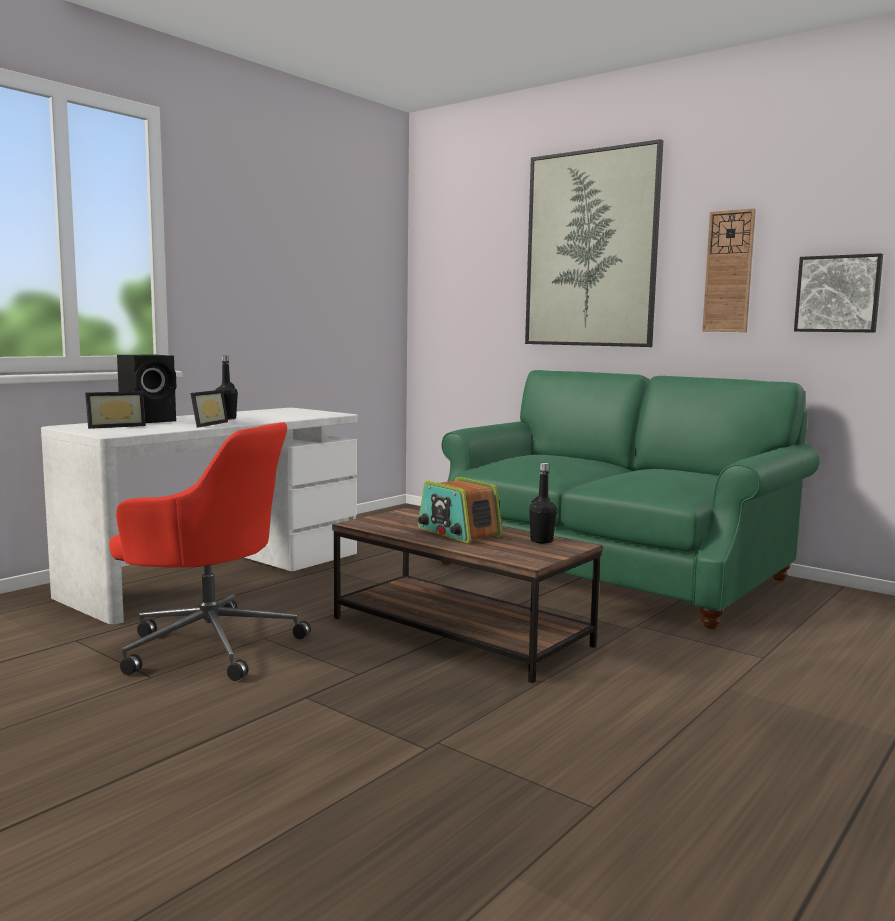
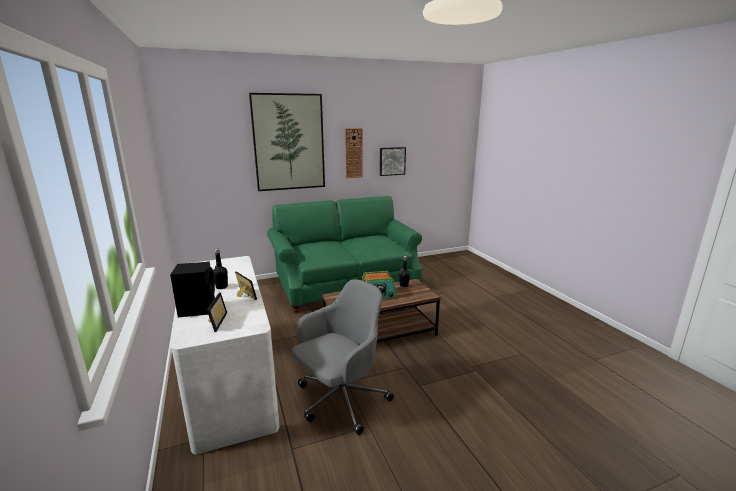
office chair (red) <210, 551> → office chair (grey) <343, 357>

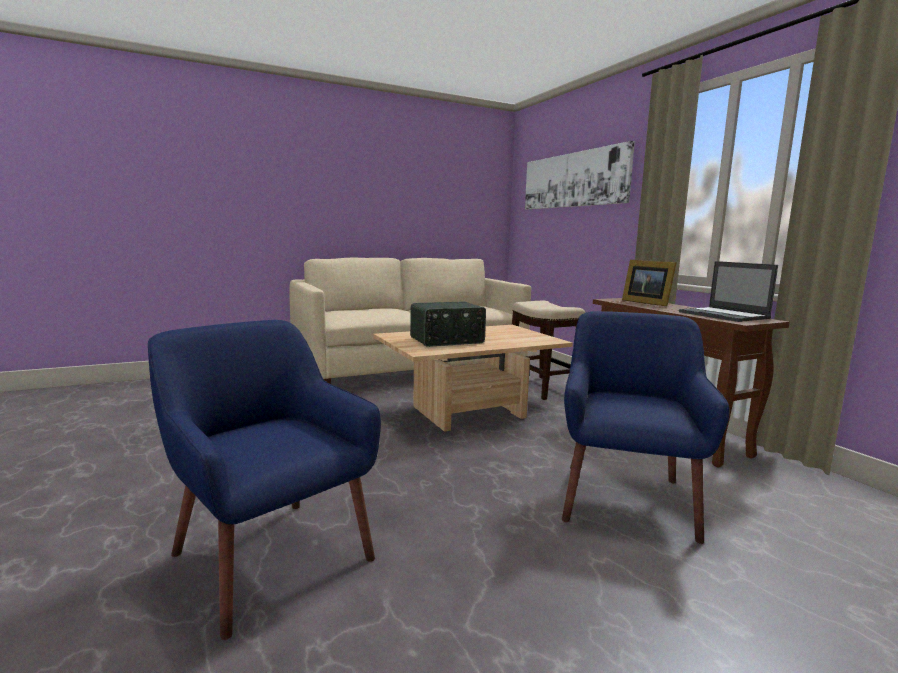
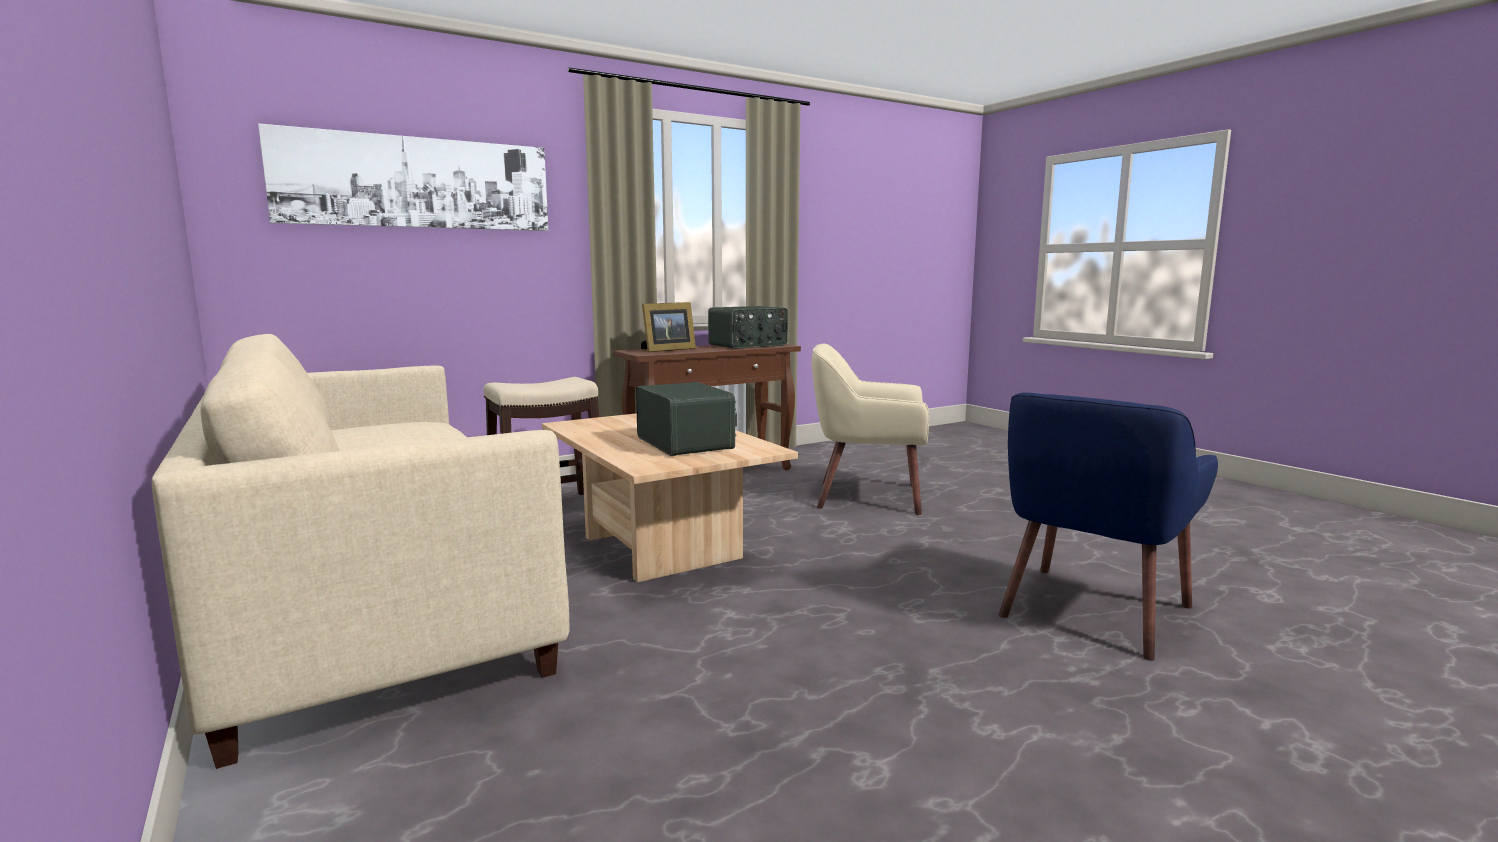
laptop <728, 291> → radio <748, 327>
armchair (blue) <645, 427> → armchair (beige) <870, 429>

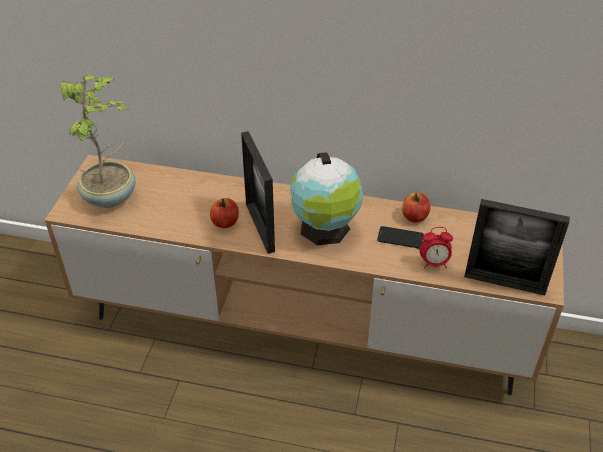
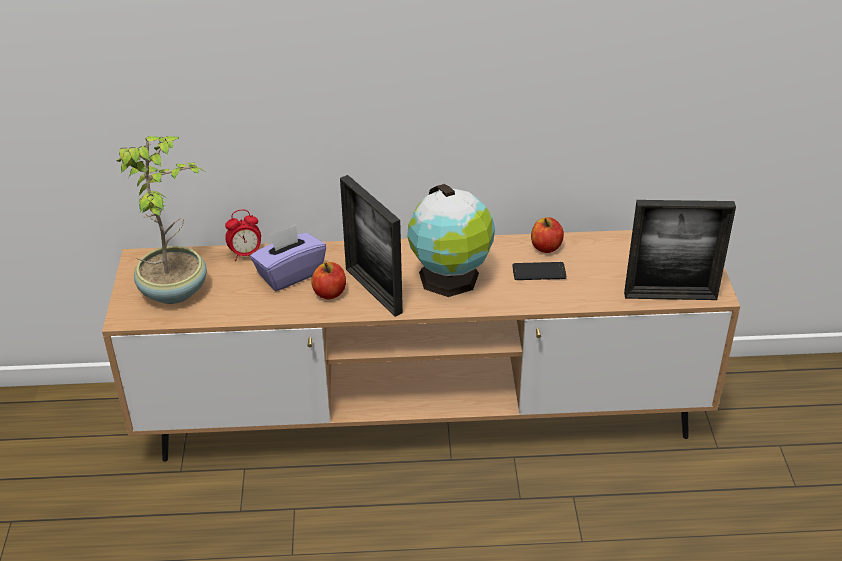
- → tissue box (purple) <288, 258>
alarm clock <436, 248> → alarm clock <243, 235>, shifted

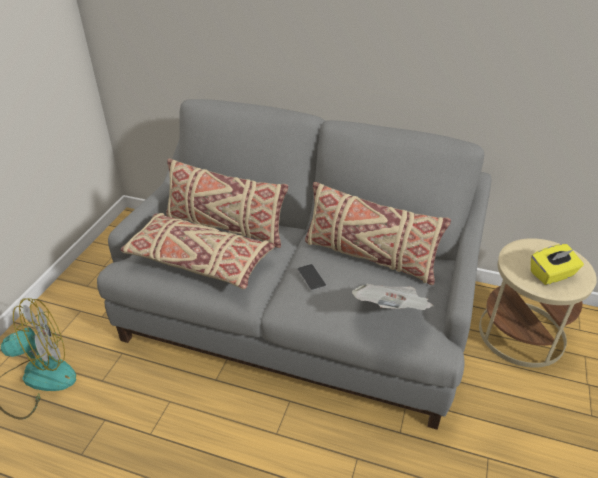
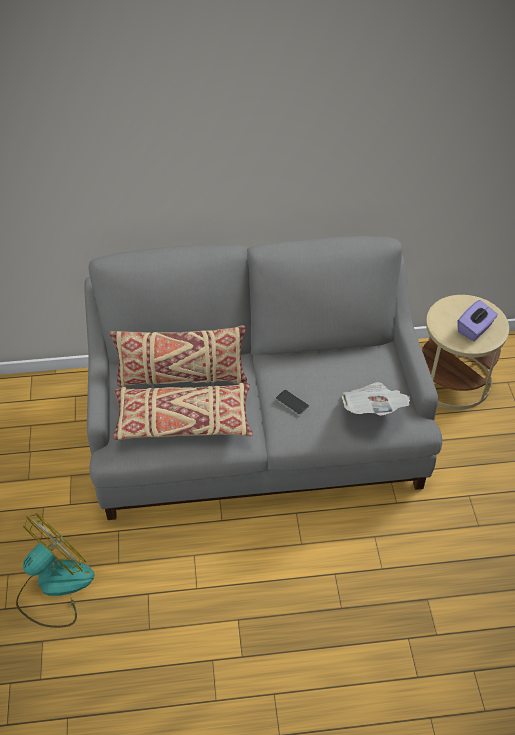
pillow (beige) <378, 233> → -
tissue box (yellow) <557, 264> → tissue box (purple) <478, 320>

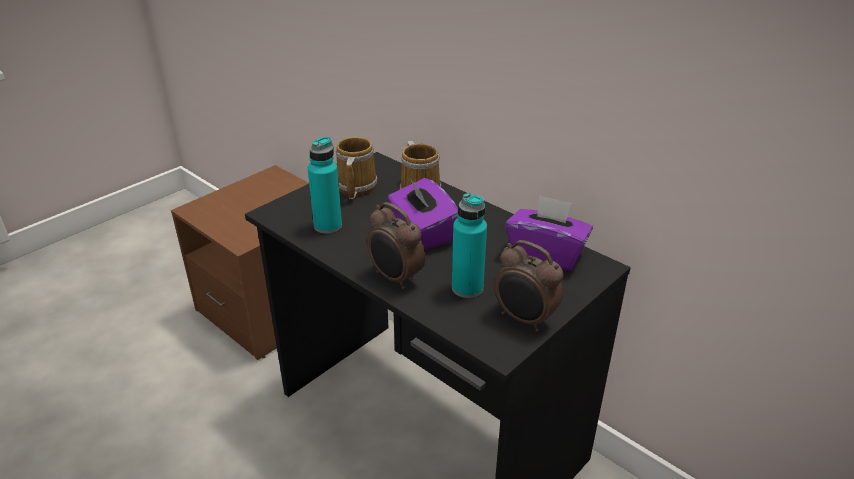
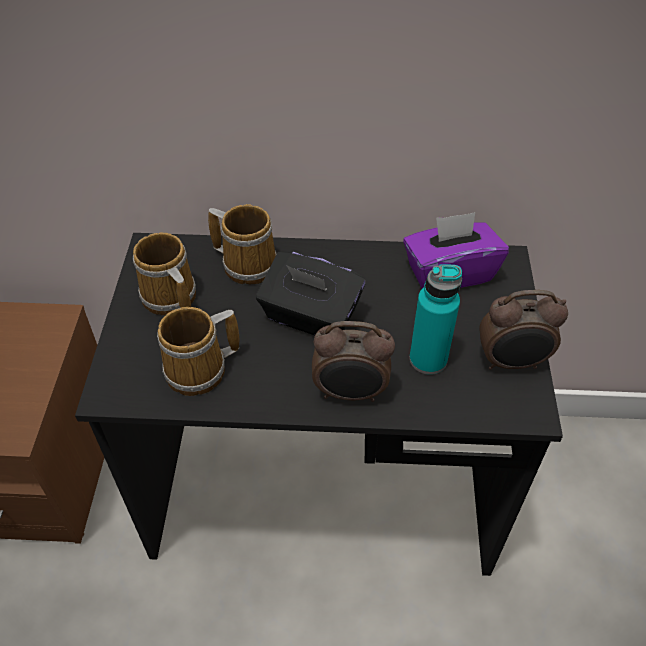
bottle (turquoise) <325, 185> → mug <198, 351>
tissue box (purple) <423, 213> → tissue box (black) <310, 293>

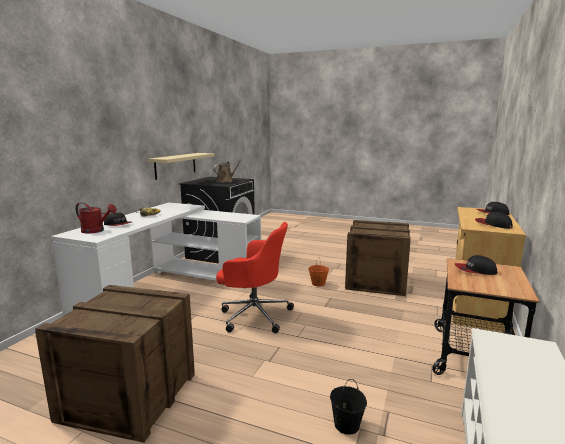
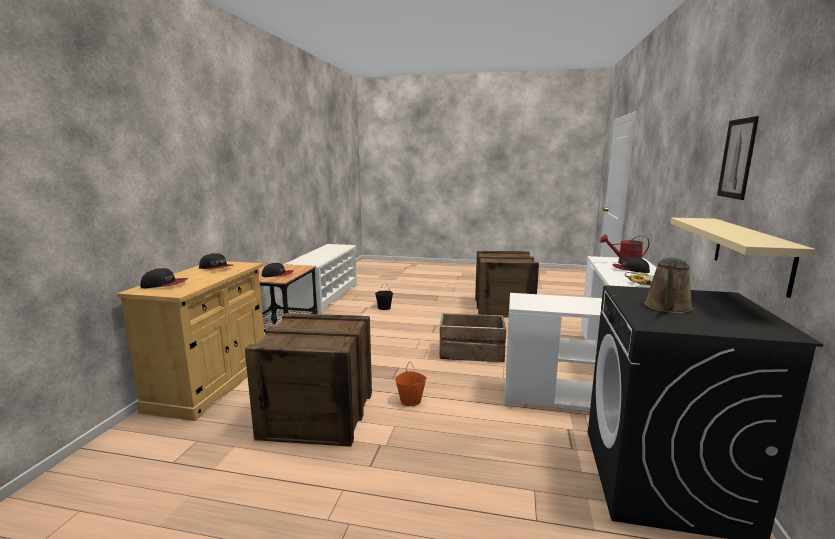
- → picture <738, 158>
office chair (red) <255, 277> → crate <472, 337>

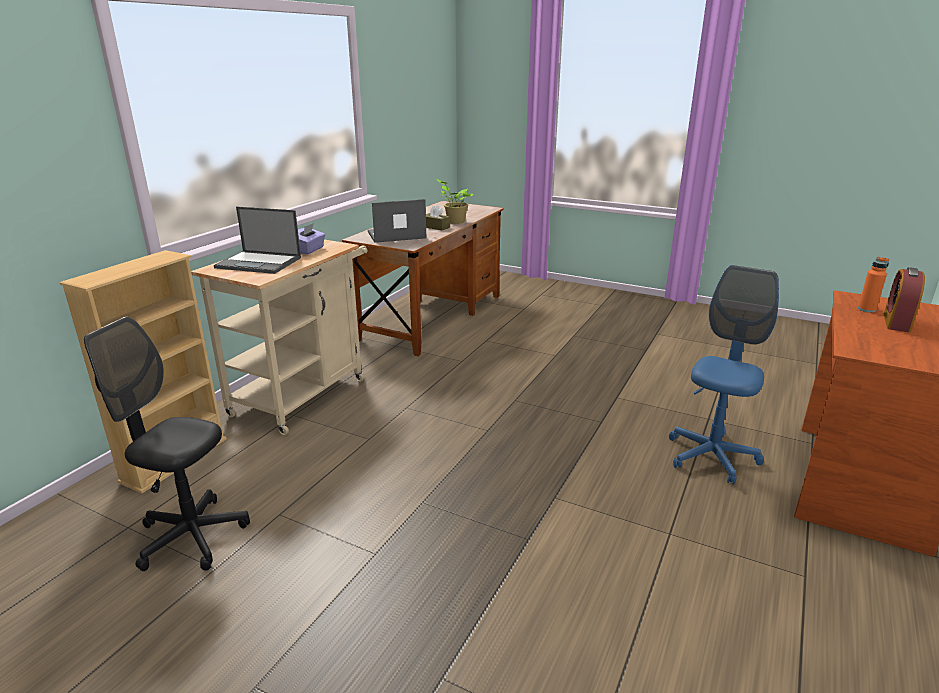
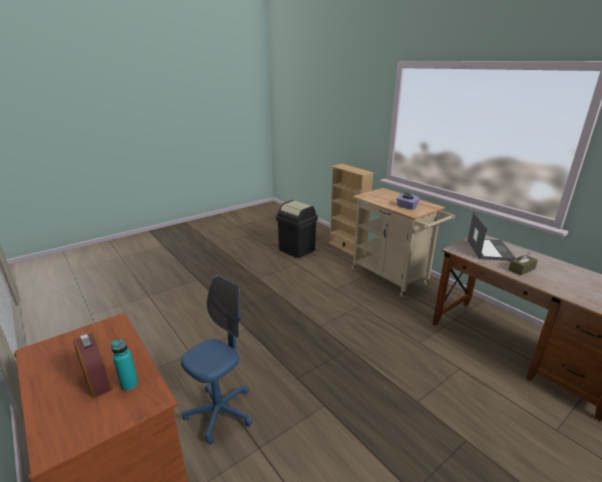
laptop <257, 240> → -
potted plant <455, 201> → -
office chair (black) <167, 444> → trash can (black) <297, 229>
bottle (orange) <873, 284> → bottle (turquoise) <124, 365>
office chair (blue) <724, 374> → office chair (blue) <216, 359>, 105 degrees counterclockwise

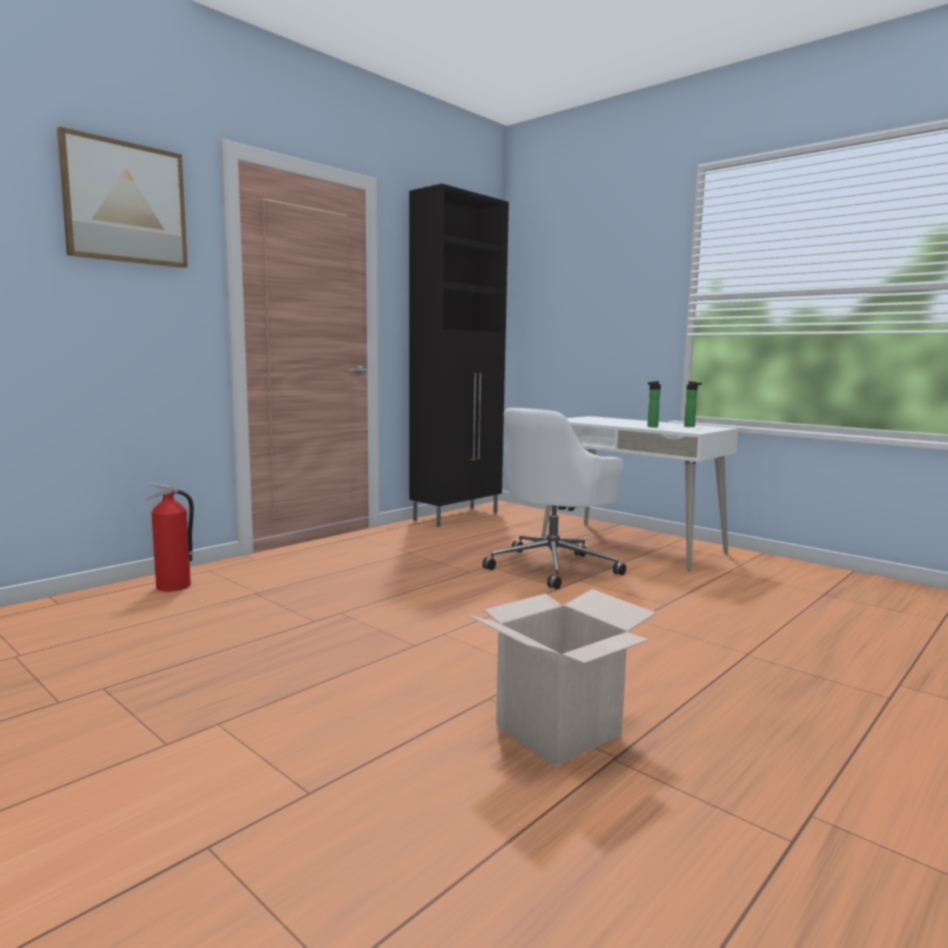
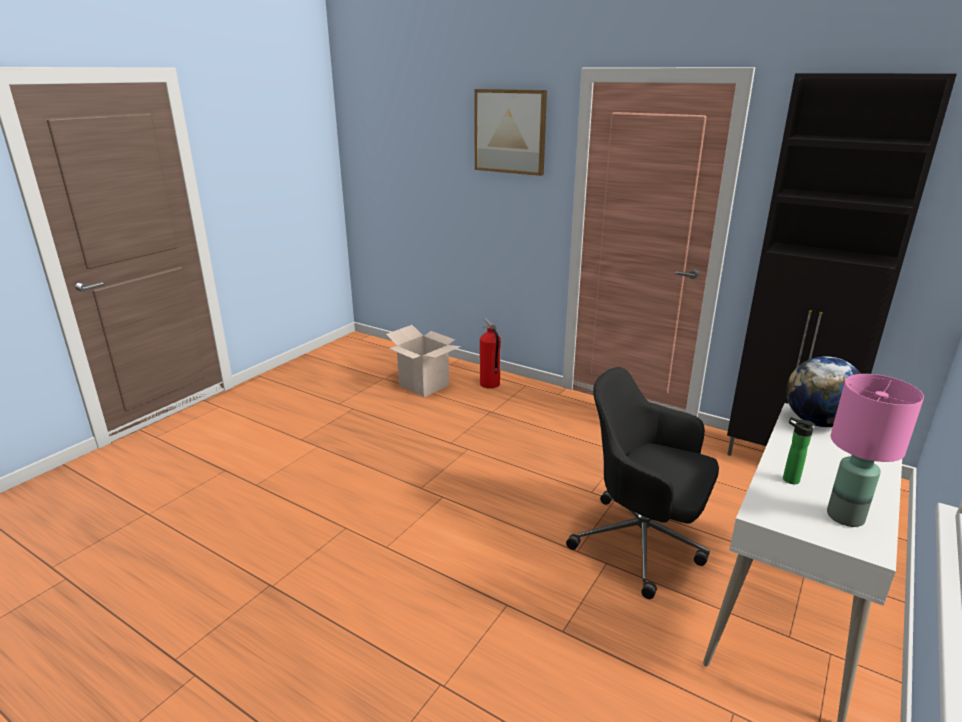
- → globe <823, 391>
cardboard box <561, 678> → cardboard box <423, 361>, shifted
bottle <693, 404> → table lamp (pink) <875, 450>
office chair (white) <554, 498> → office chair (black) <642, 483>

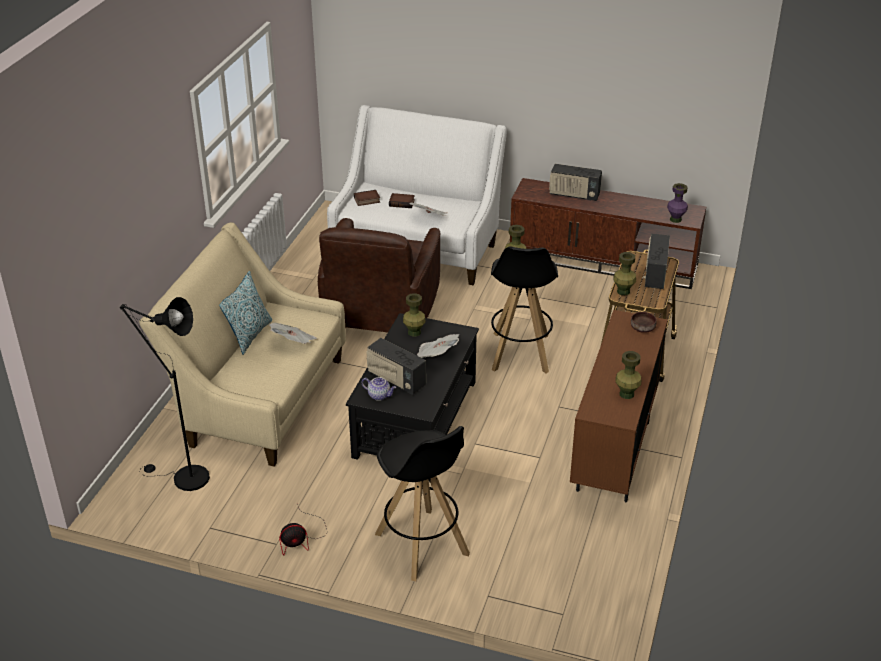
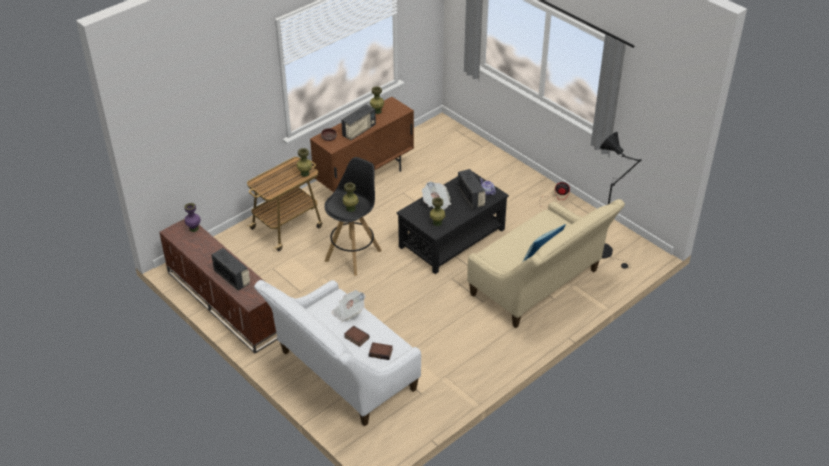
newspaper <293, 333> → -
armchair (brown) <379, 275> → -
stool (black) <422, 503> → -
radio <656, 261> → radio <358, 122>, shifted

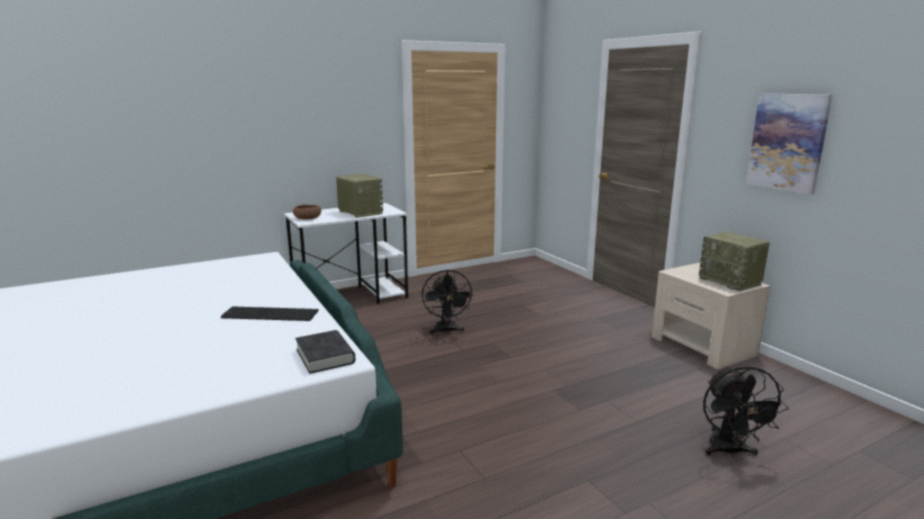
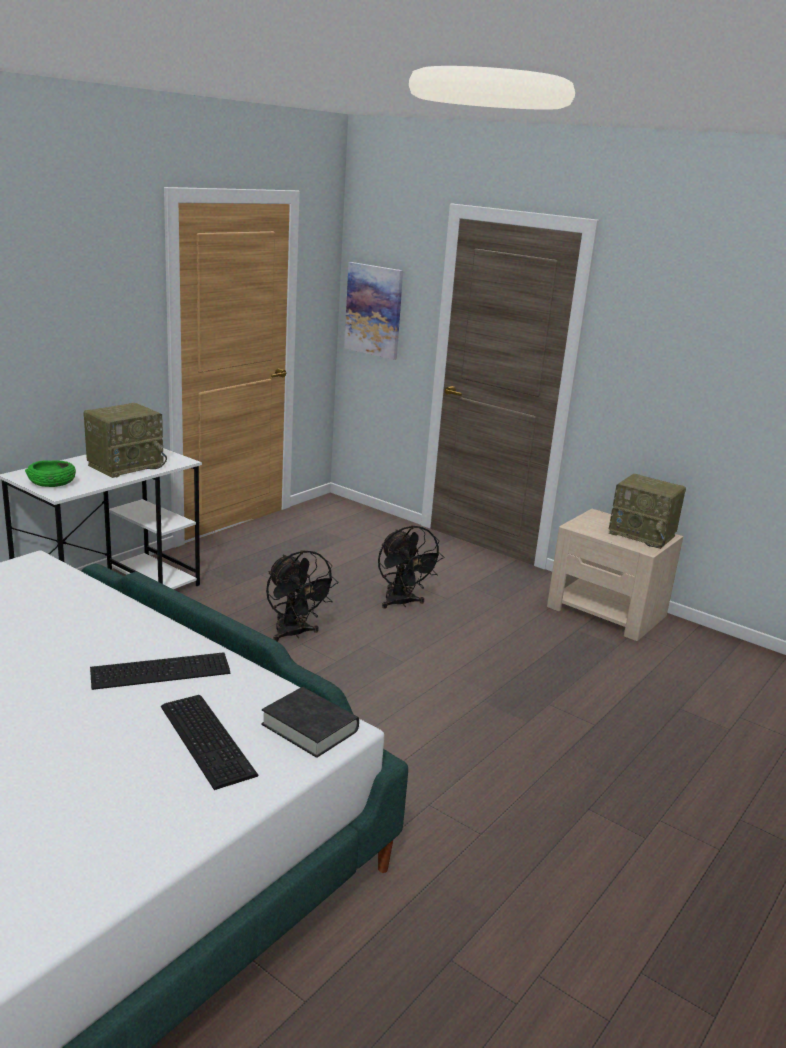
- → keyboard <209, 742>
fan (black) <746, 412> → fan (black) <411, 566>, shifted
picture <789, 144> → picture <373, 311>, shifted
bowl (brown) <307, 212> → bowl (green) <50, 473>
radio <359, 196> → radio <125, 440>, 105 degrees clockwise

